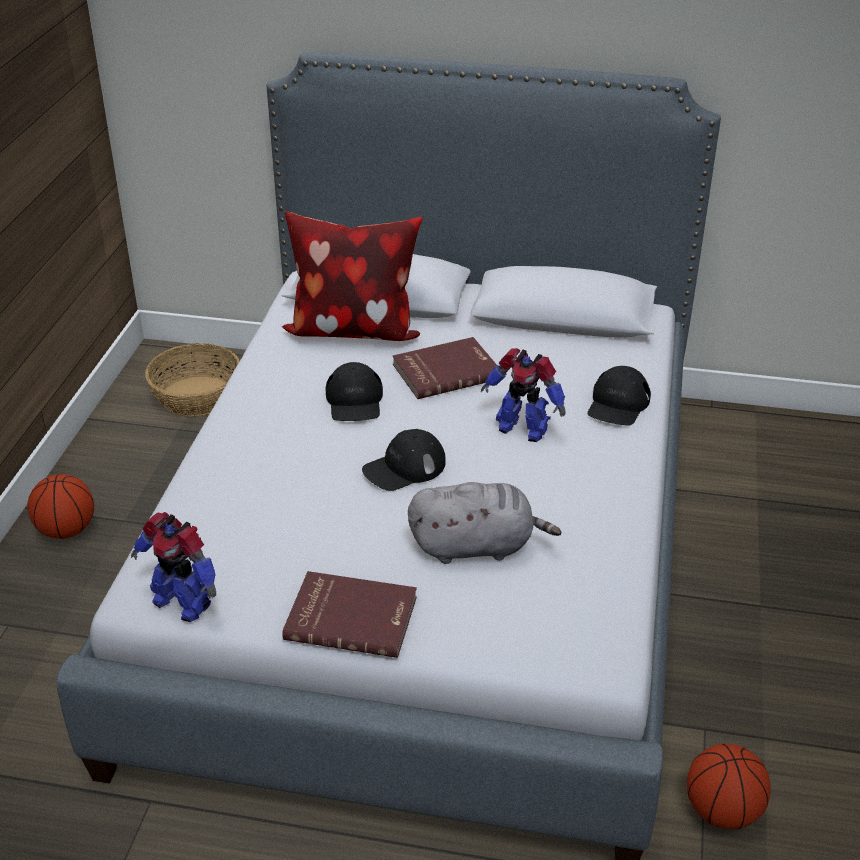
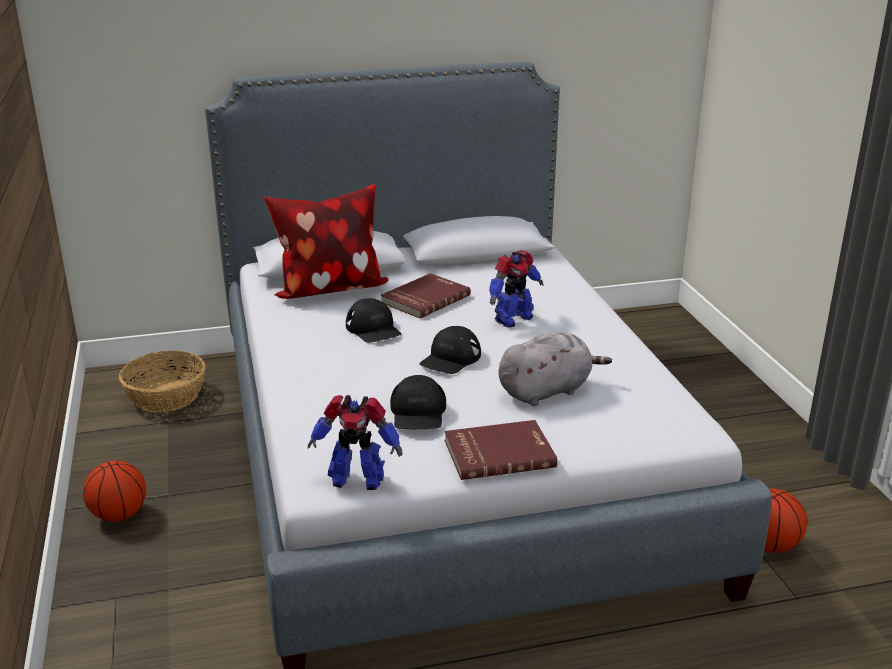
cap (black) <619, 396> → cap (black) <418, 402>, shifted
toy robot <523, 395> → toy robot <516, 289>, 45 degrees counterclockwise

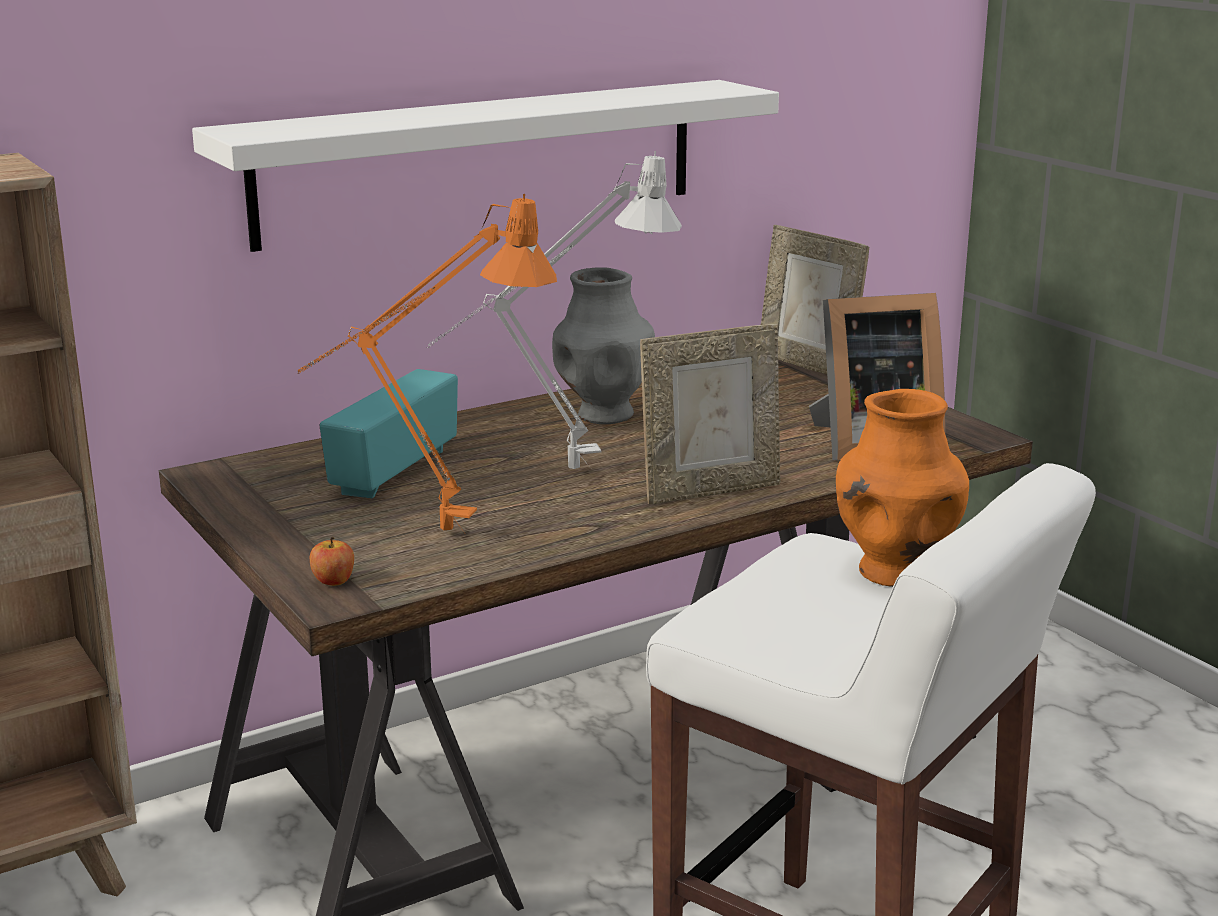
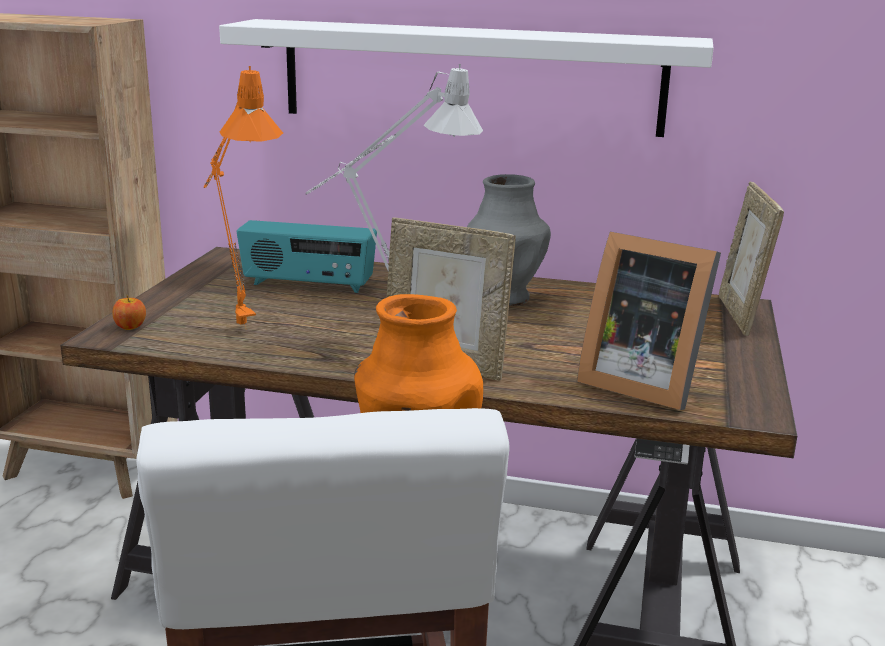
radio <388, 433> → radio <307, 256>, 150 degrees counterclockwise

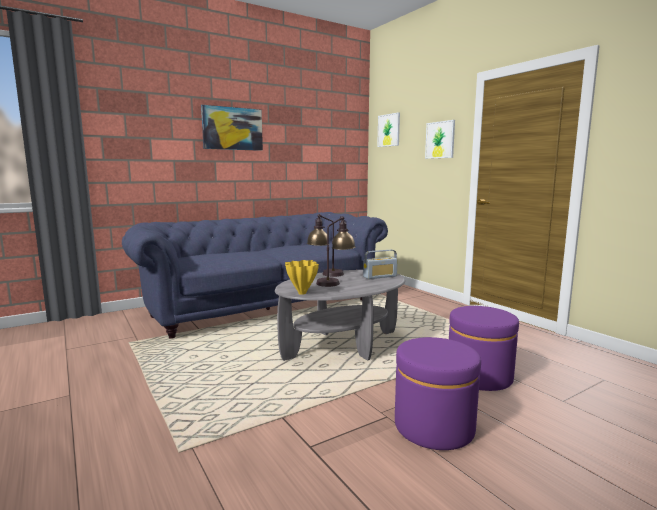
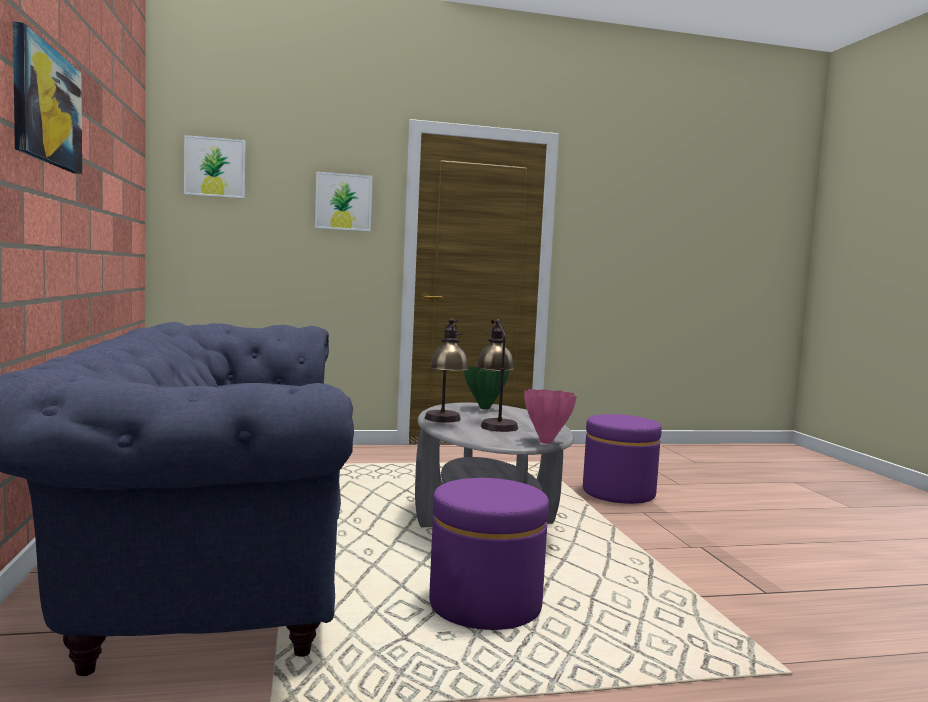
ottoman (purple) <438, 393> → ottoman (purple) <489, 554>, shifted
radio <380, 264> → vase (green) <486, 388>
vase (yellow) <302, 277> → vase (pink) <550, 416>

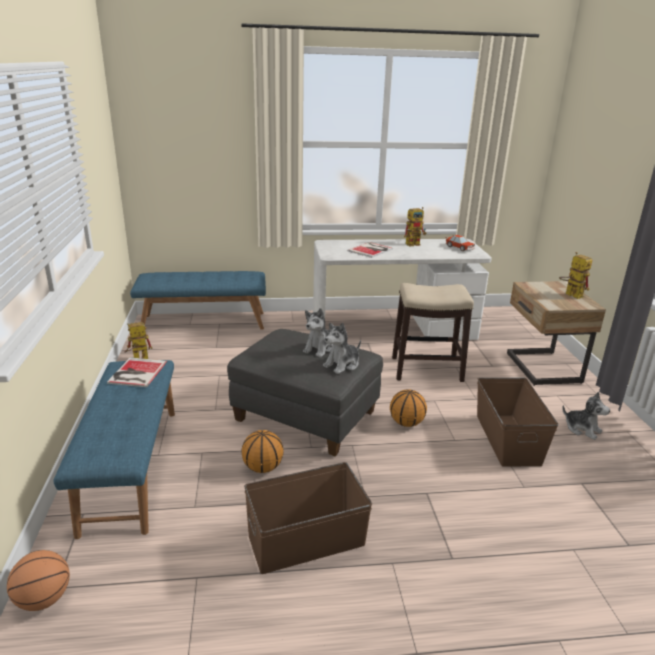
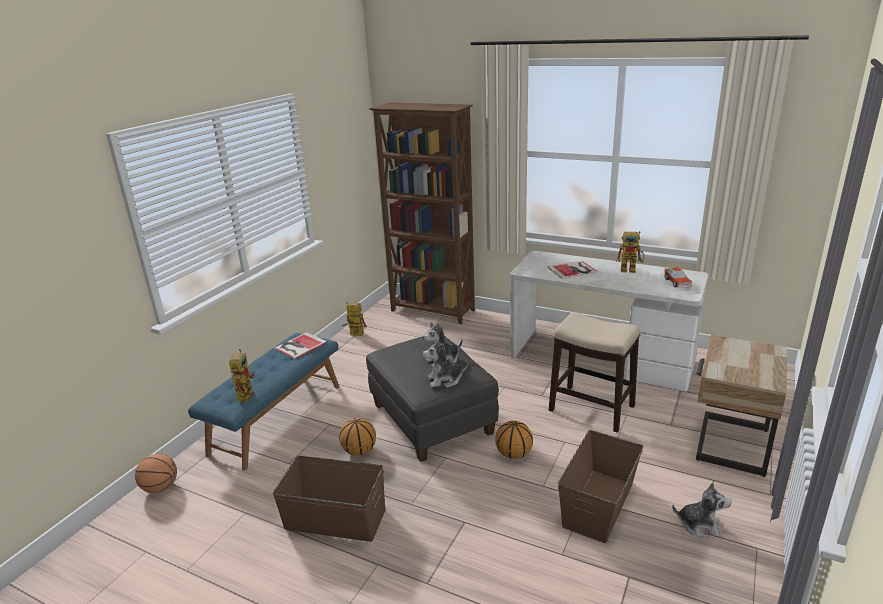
toy robot <576, 275> → toy robot <242, 375>, shifted
bench (blue) <198, 300> → bookcase (brown) <422, 213>
plush toy <586, 416> → plush toy <702, 510>, 60 degrees counterclockwise

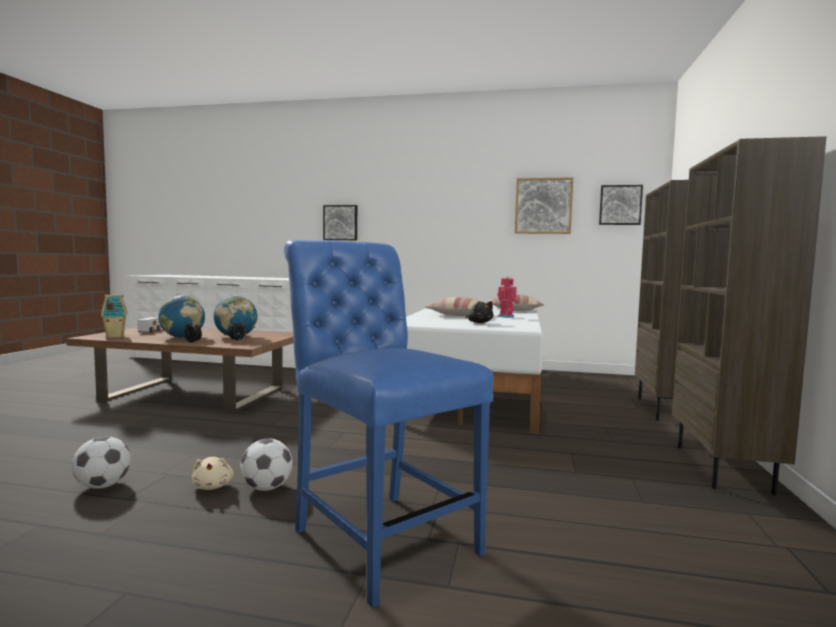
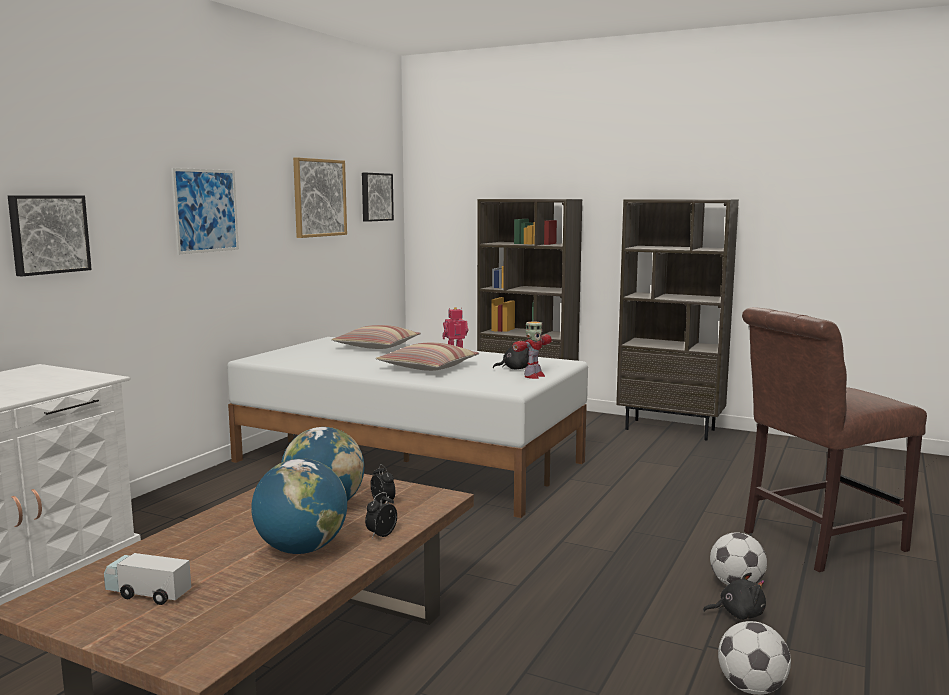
toy house <114, 316> → -
- → picture <205, 211>
- → toy robot <532, 350>
plush toy (beige) <212, 473> → plush toy (black) <734, 596>
chair (blue) <389, 424> → chair (brown) <834, 439>

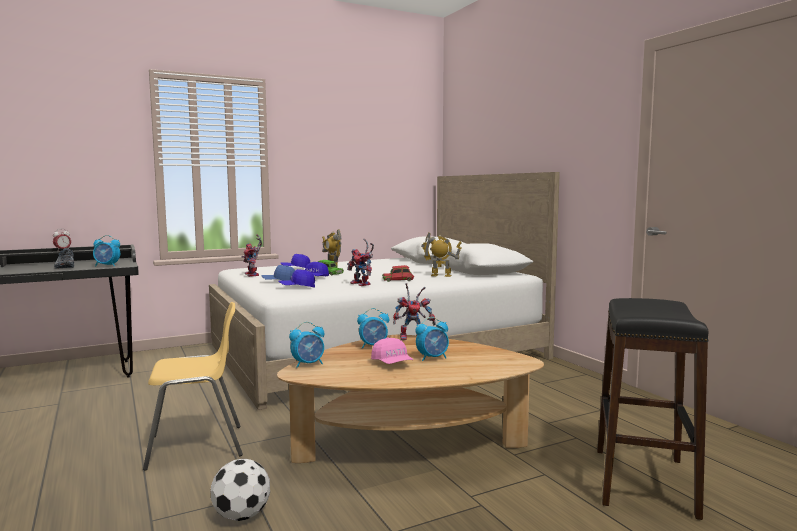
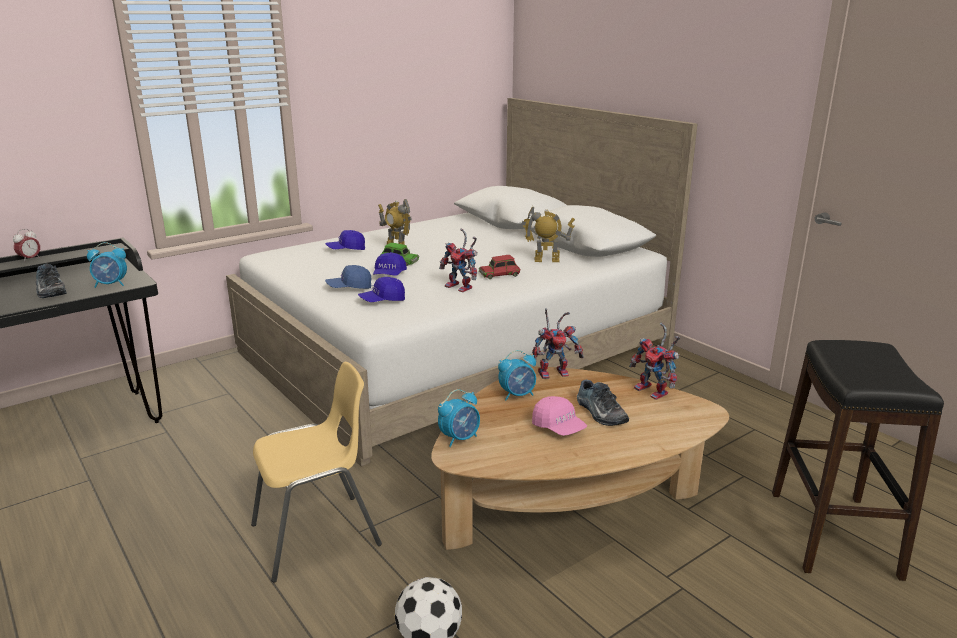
toy robot <252, 255> → toy robot <654, 361>, shifted
alarm clock <432, 339> → shoe <603, 403>

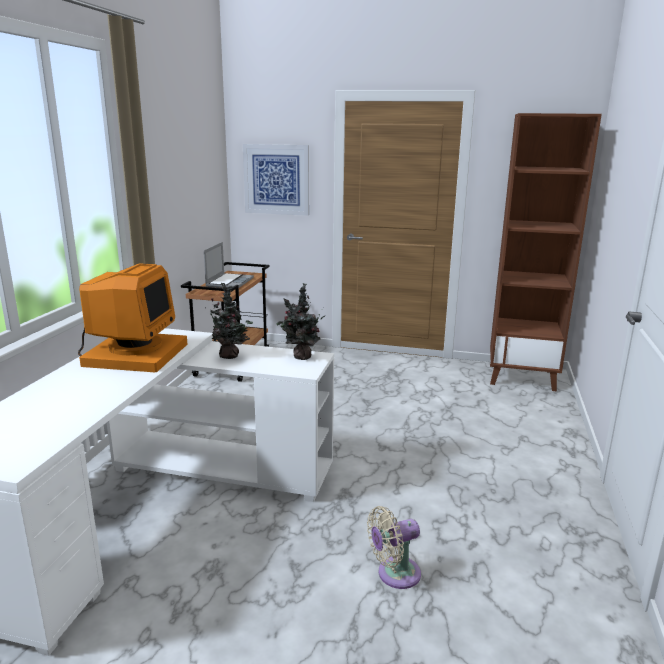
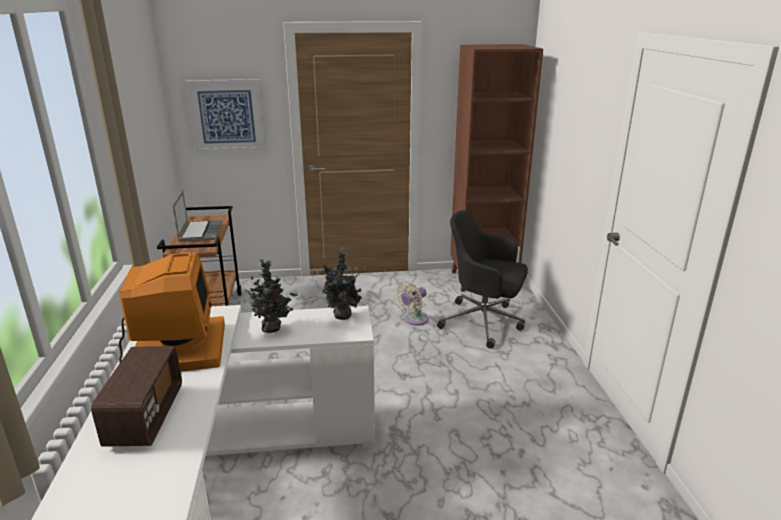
- → radio <136, 396>
- → office chair (black) <482, 279>
fan (beige) <394, 547> → fan (beige) <412, 304>, shifted

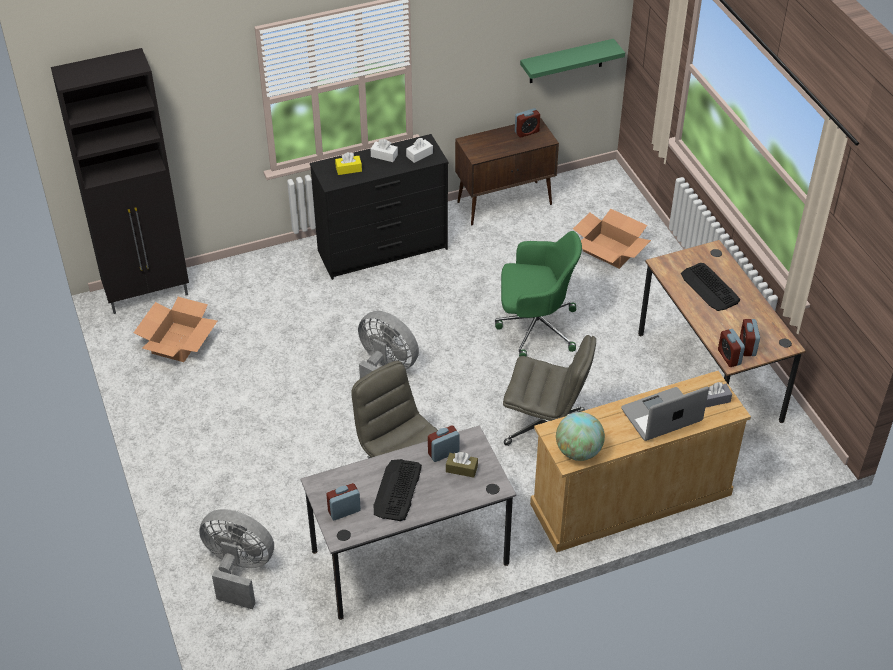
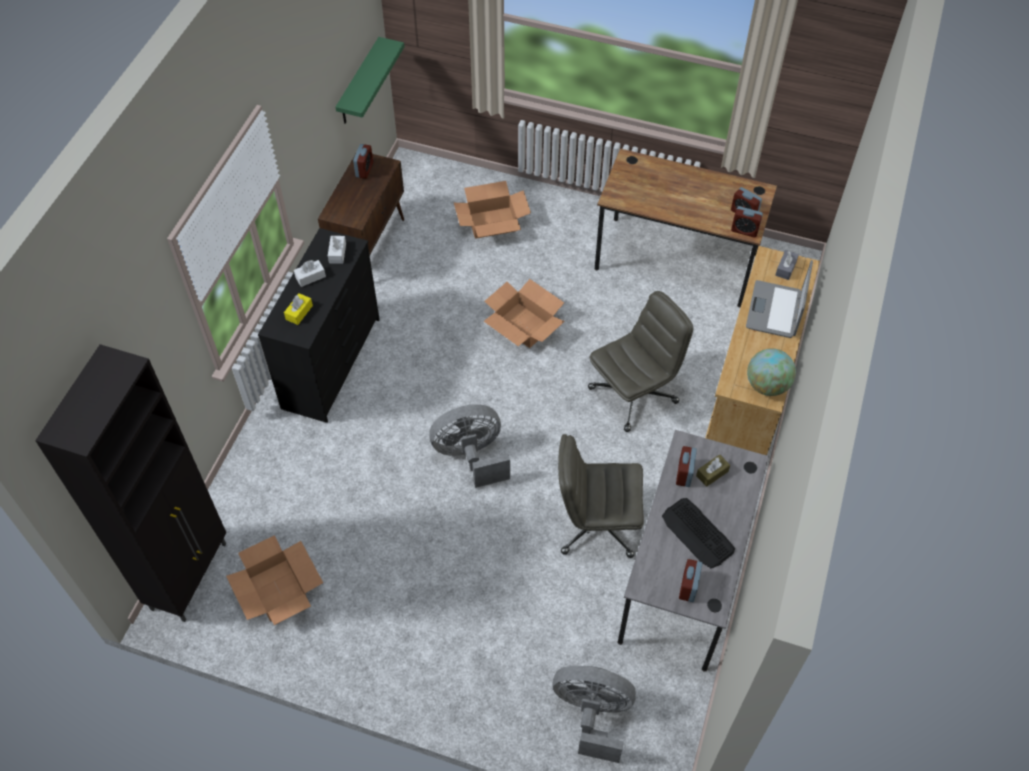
keyboard <710, 287> → -
office chair (green) <538, 294> → cardboard box <524, 313>
fan (grey) <236, 559> → fan (grey) <594, 714>, 45 degrees clockwise

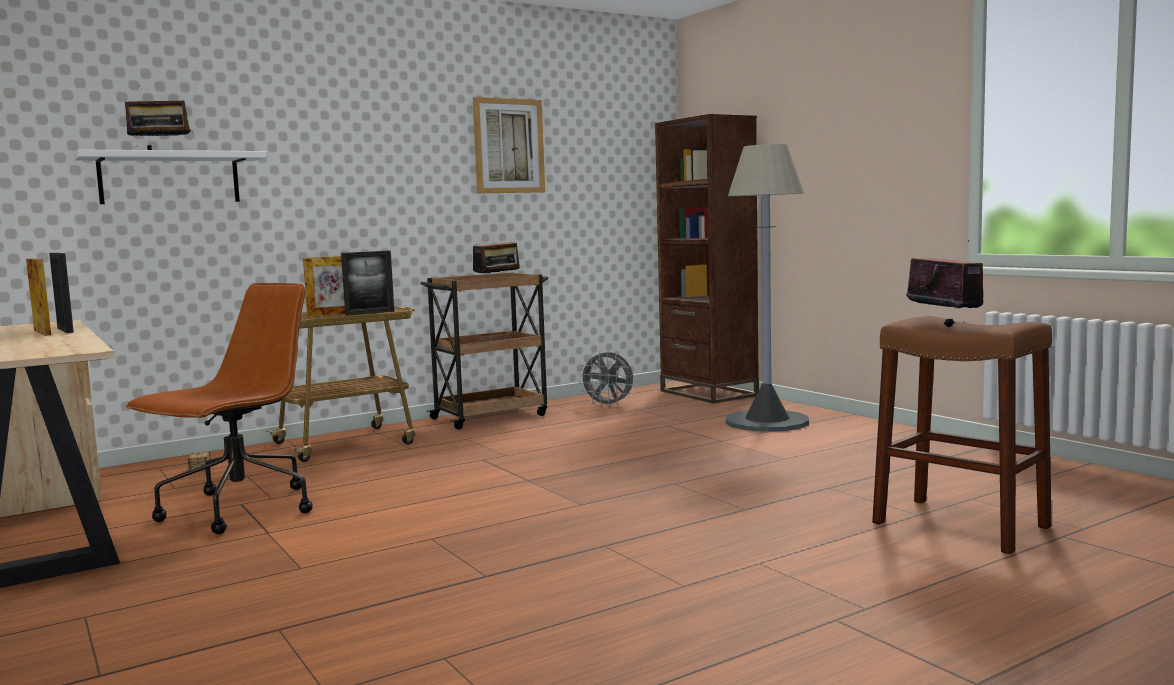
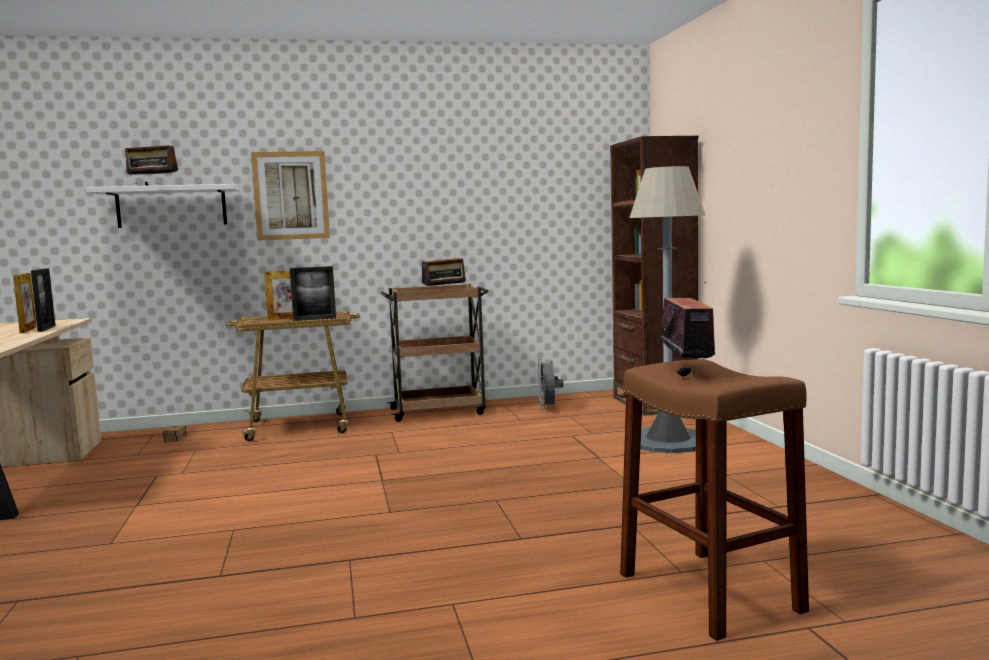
office chair (brown) <219, 408> → -
picture <509, 145> → picture <290, 196>, shifted
fan (grey) <606, 379> → fan (grey) <551, 384>, 45 degrees clockwise

